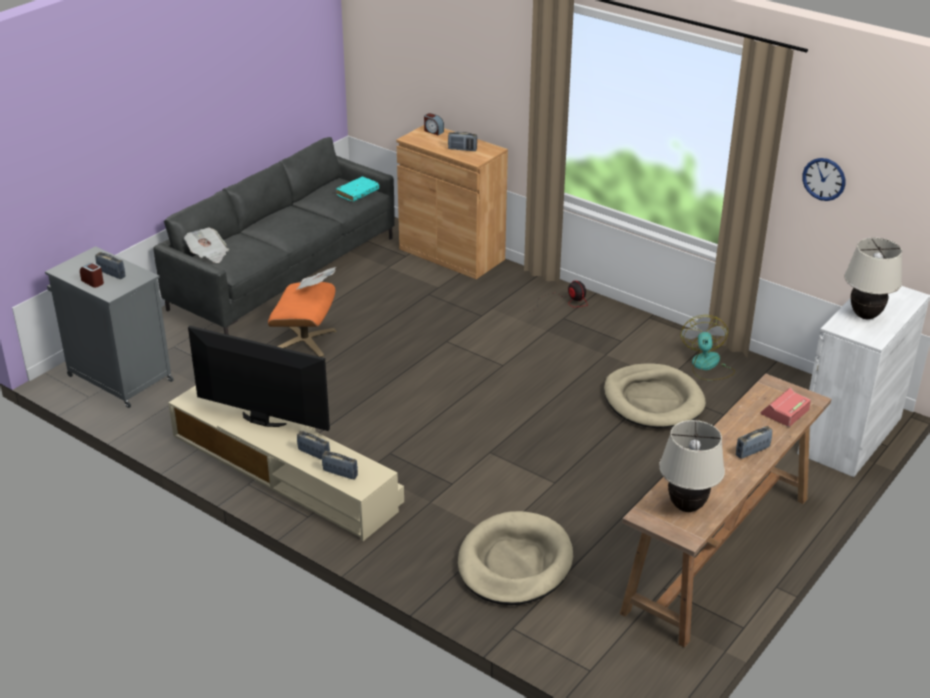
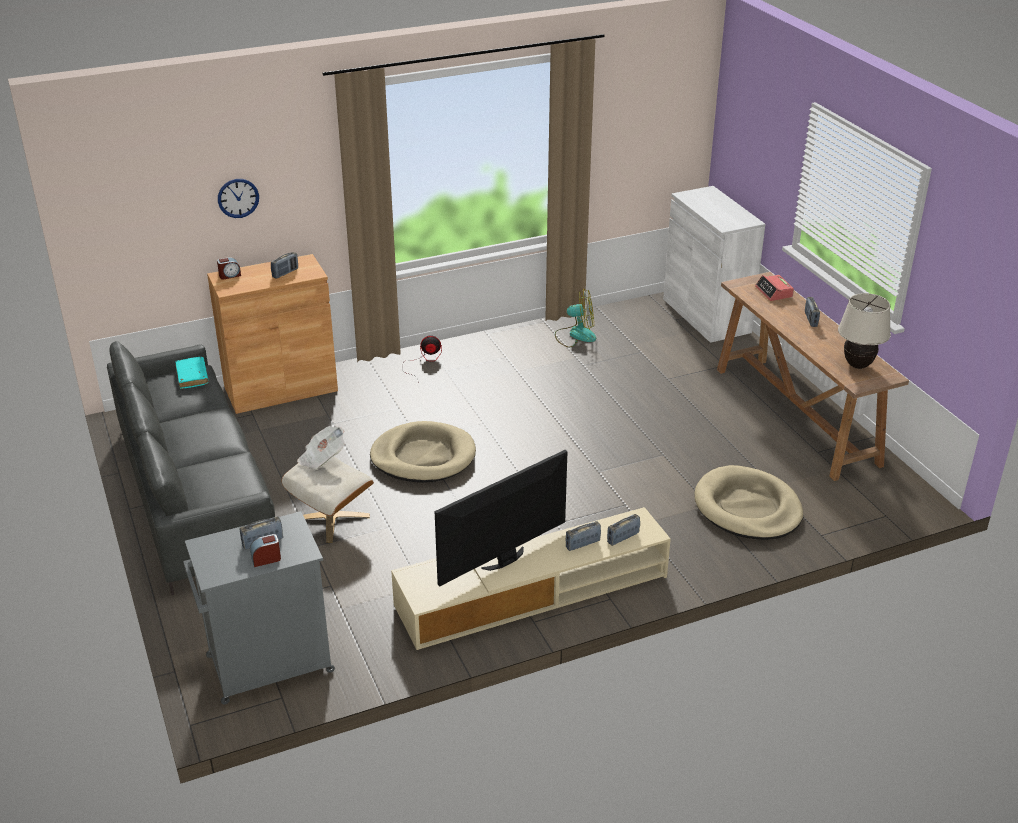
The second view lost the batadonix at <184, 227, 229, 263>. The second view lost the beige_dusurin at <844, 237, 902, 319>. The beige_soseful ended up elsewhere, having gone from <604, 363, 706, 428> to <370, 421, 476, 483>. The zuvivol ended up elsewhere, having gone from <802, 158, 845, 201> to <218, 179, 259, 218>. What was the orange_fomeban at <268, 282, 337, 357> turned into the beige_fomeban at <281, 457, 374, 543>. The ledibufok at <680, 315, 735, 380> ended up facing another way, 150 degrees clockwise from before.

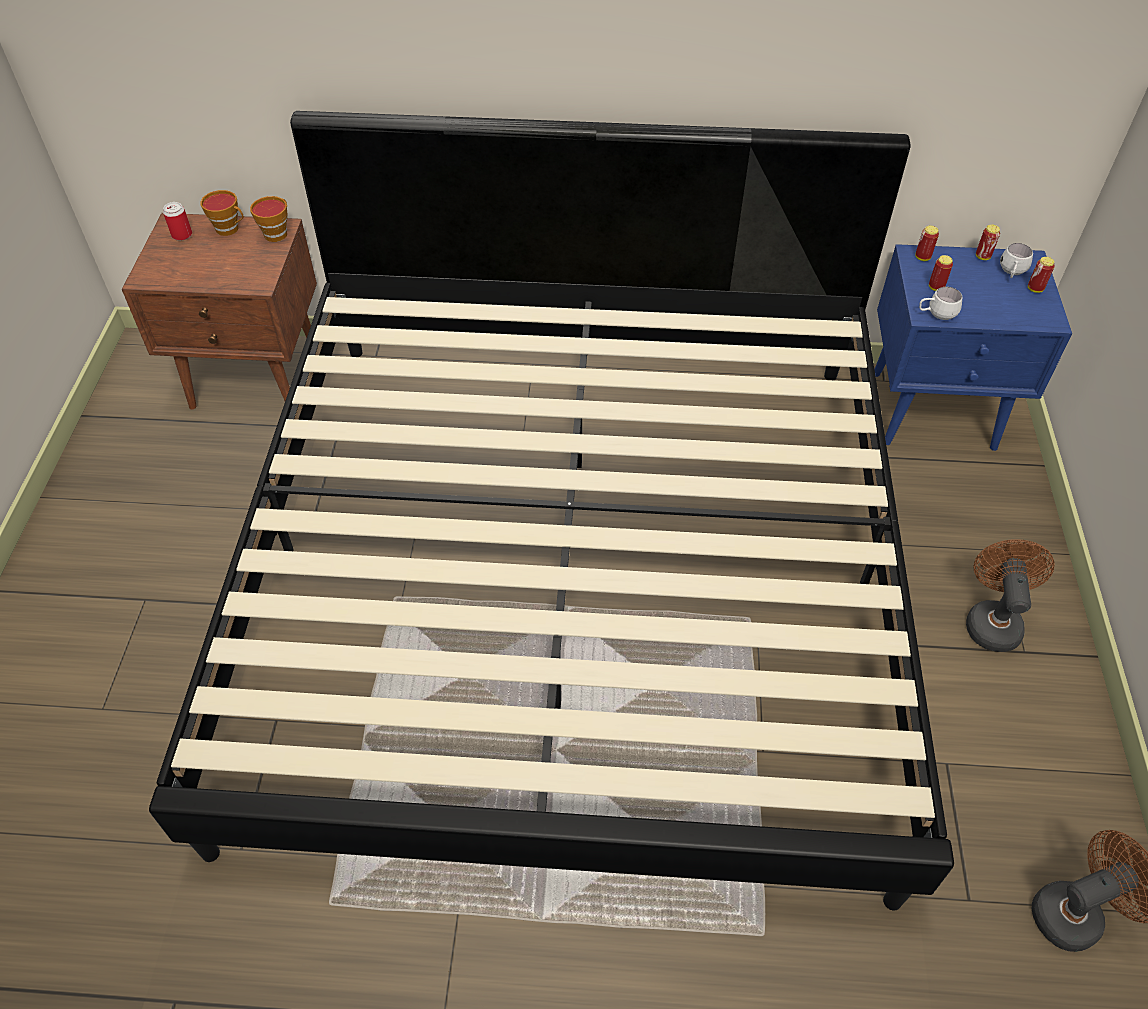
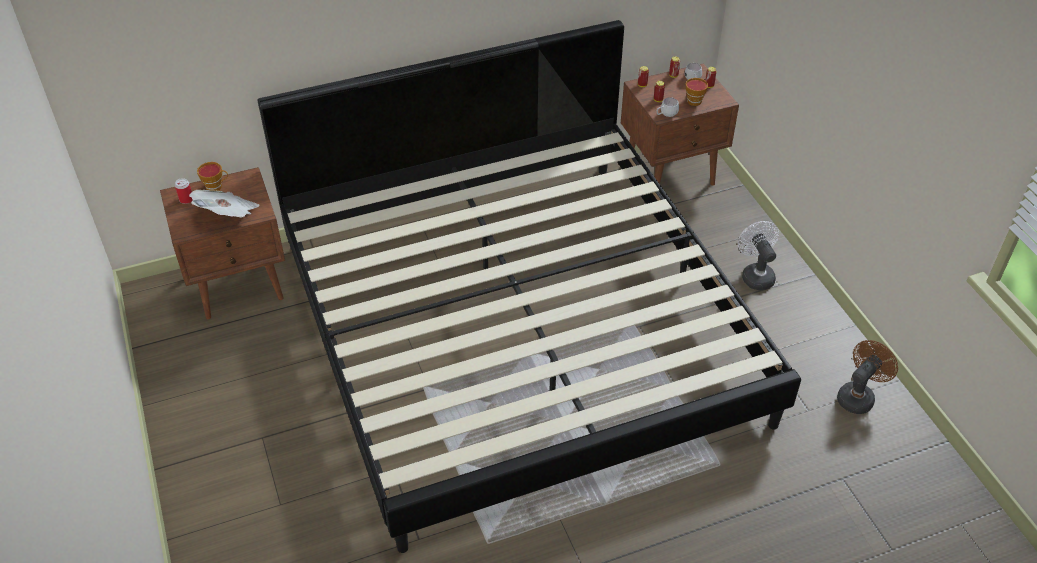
The second view gained the batadonix at <189, 190, 260, 218>. The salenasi ended up elsewhere, having gone from <250, 196, 287, 242> to <686, 78, 708, 106>. What was the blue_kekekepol at <875, 244, 1072, 451> turned into the brown_kekekepol at <621, 63, 739, 186>. What was the brown_ledibufok at <966, 539, 1055, 652> turned into the white_ledibufok at <738, 221, 779, 290>.

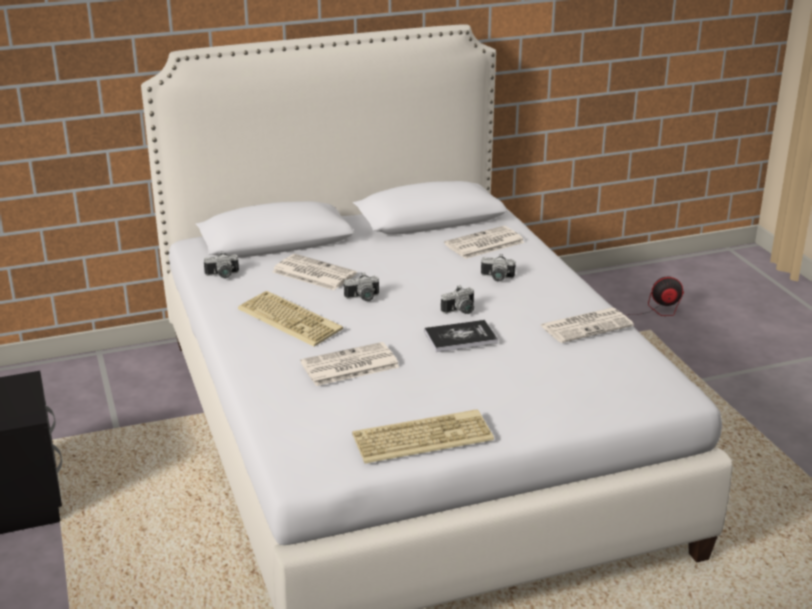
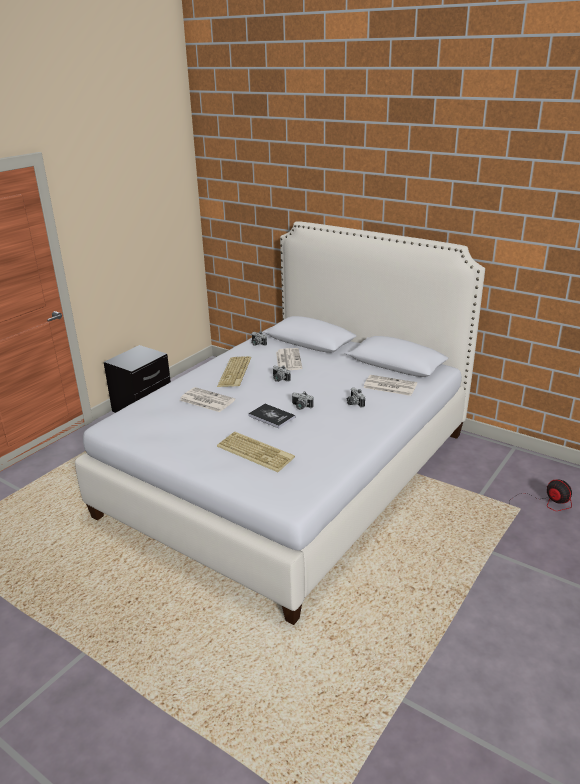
The second view lost the batadonix at <540, 308, 634, 343>. The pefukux ended up elsewhere, having gone from <352, 409, 494, 463> to <217, 432, 295, 472>.

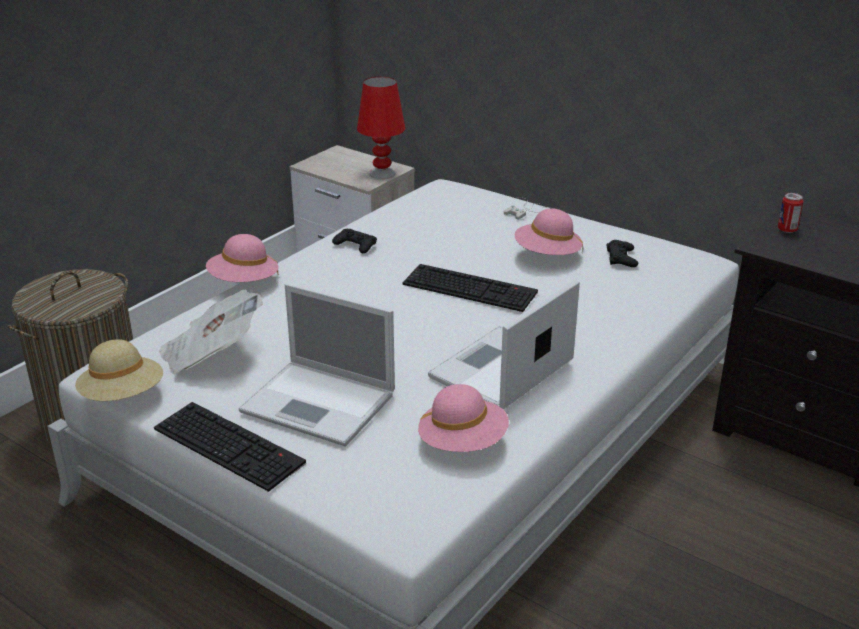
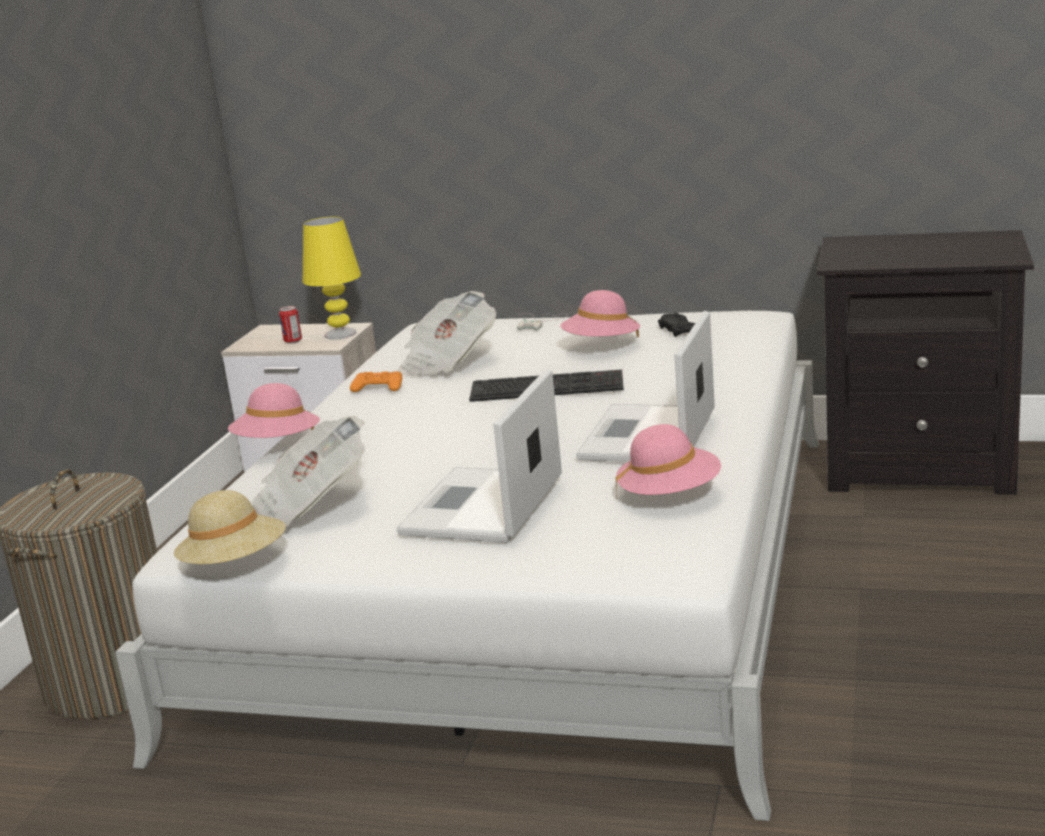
The second view lost the pefukux at <154, 402, 306, 492>. The second view gained the batadonix at <398, 291, 496, 376>. The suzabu ended up elsewhere, having gone from <778, 193, 804, 233> to <279, 306, 302, 343>. What was the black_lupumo at <332, 229, 377, 253> turned into the orange_lupumo at <350, 371, 402, 392>. What was the red_dusurin at <357, 77, 405, 179> turned into the yellow_dusurin at <303, 217, 361, 339>. The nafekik at <239, 283, 395, 446> ended up facing another way, 105 degrees clockwise from before.

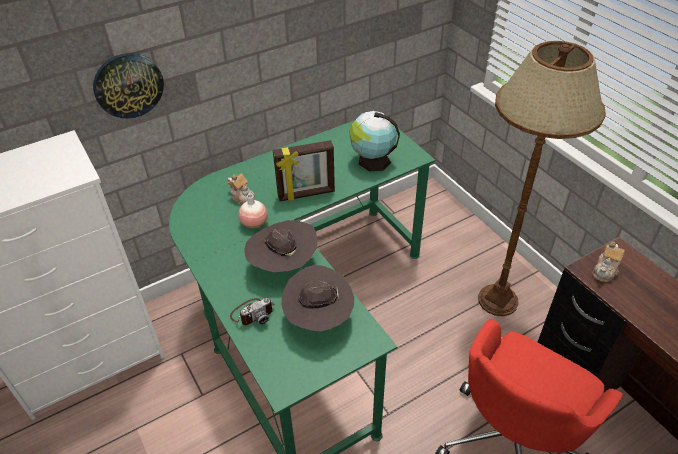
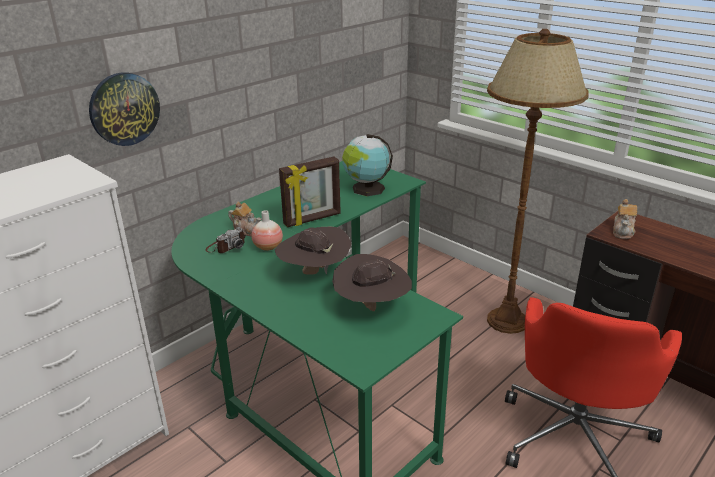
The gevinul ended up elsewhere, having gone from <230, 298, 275, 325> to <205, 227, 246, 253>.

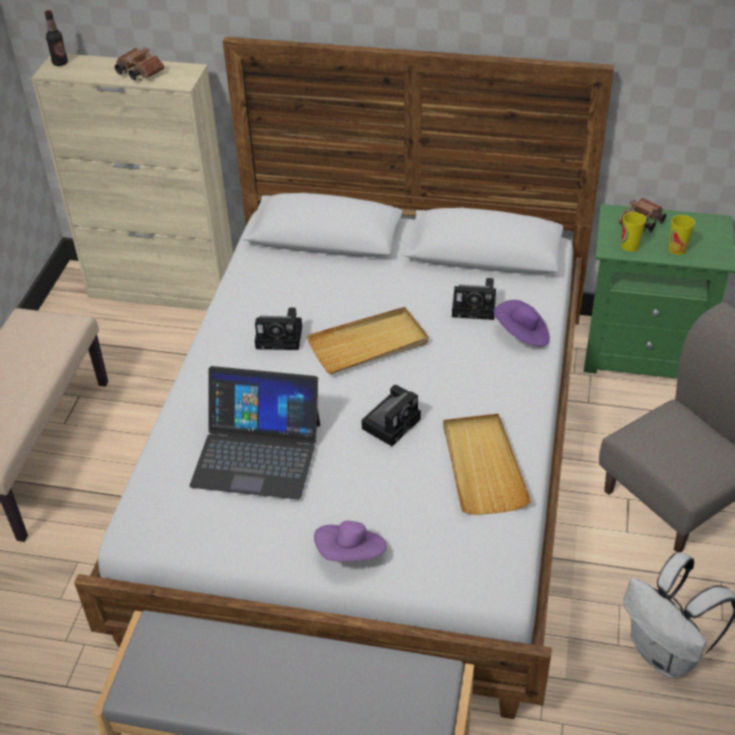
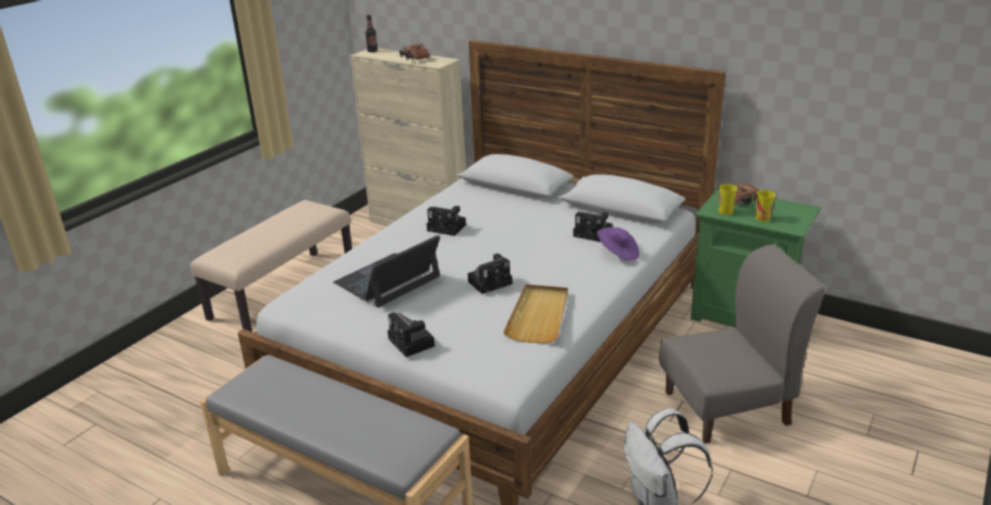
The second view lost the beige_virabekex at <307, 307, 429, 374>. Where the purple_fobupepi stood at <314, 521, 387, 562>, the gevinul came to stand at <387, 312, 435, 357>. The nafekik at <189, 366, 320, 500> ended up facing another way, 105 degrees clockwise from before.

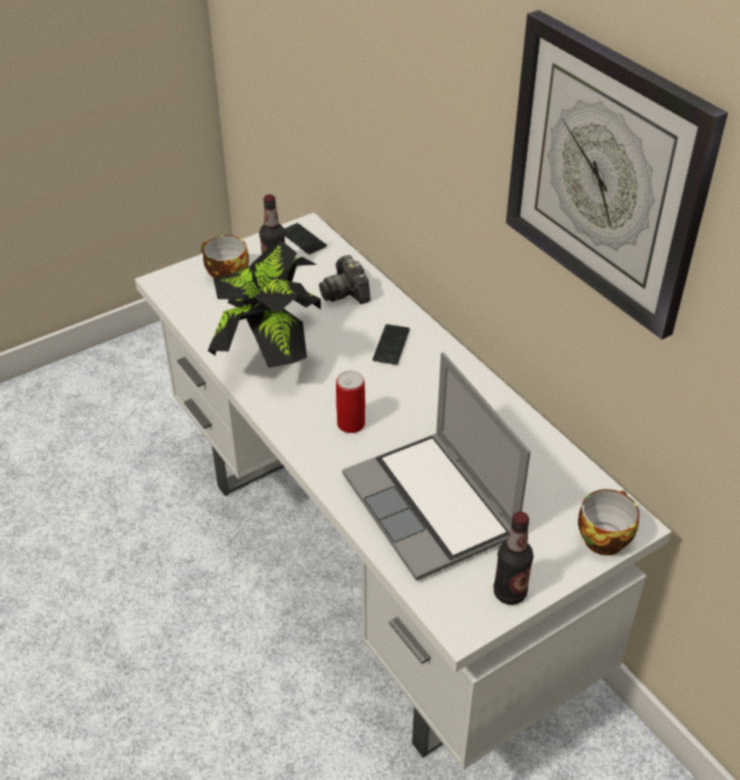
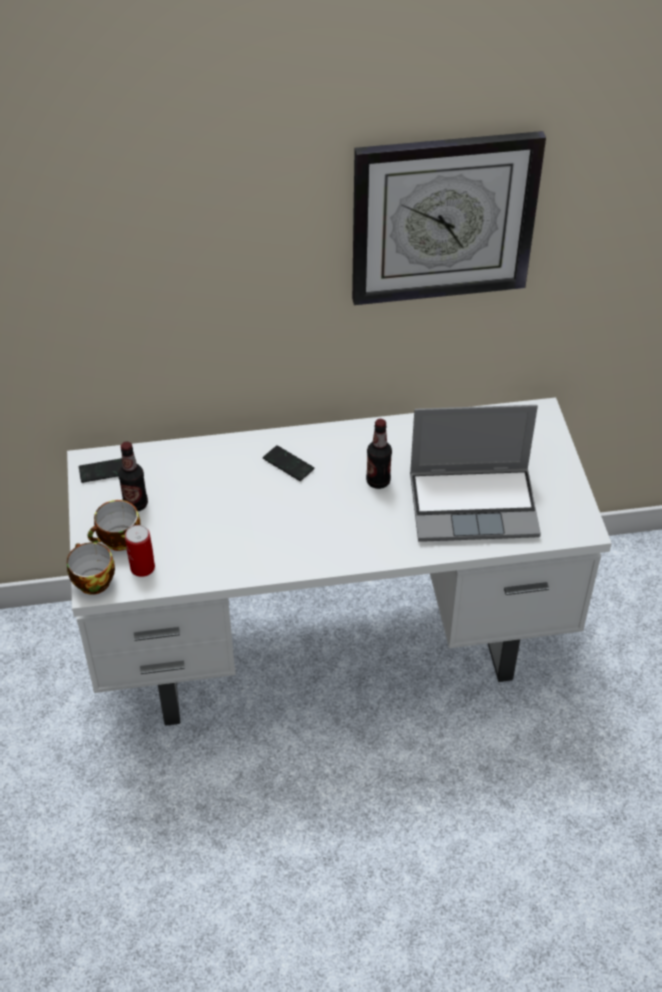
The second view lost the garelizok at <208, 240, 321, 368>. The second view lost the gevinul at <319, 255, 371, 304>. The suzabu ended up elsewhere, having gone from <336, 371, 365, 433> to <125, 525, 155, 577>. The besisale ended up elsewhere, having gone from <493, 512, 534, 605> to <366, 419, 392, 489>. The salenasi ended up elsewhere, having gone from <578, 489, 639, 555> to <67, 542, 115, 595>.

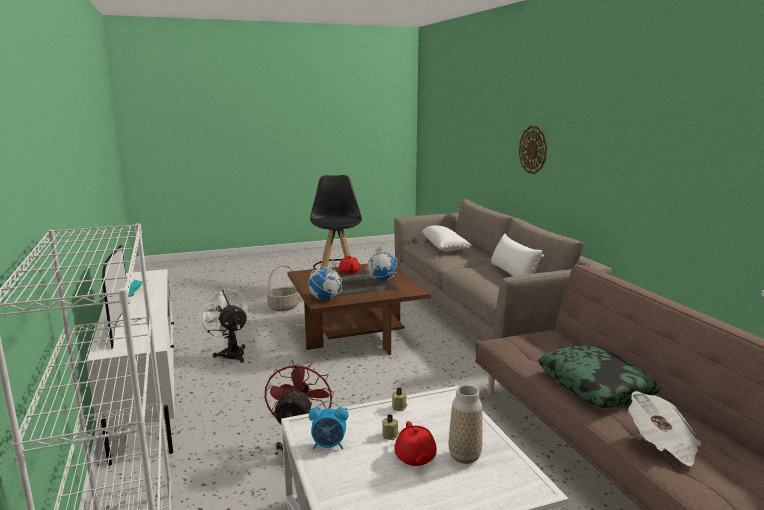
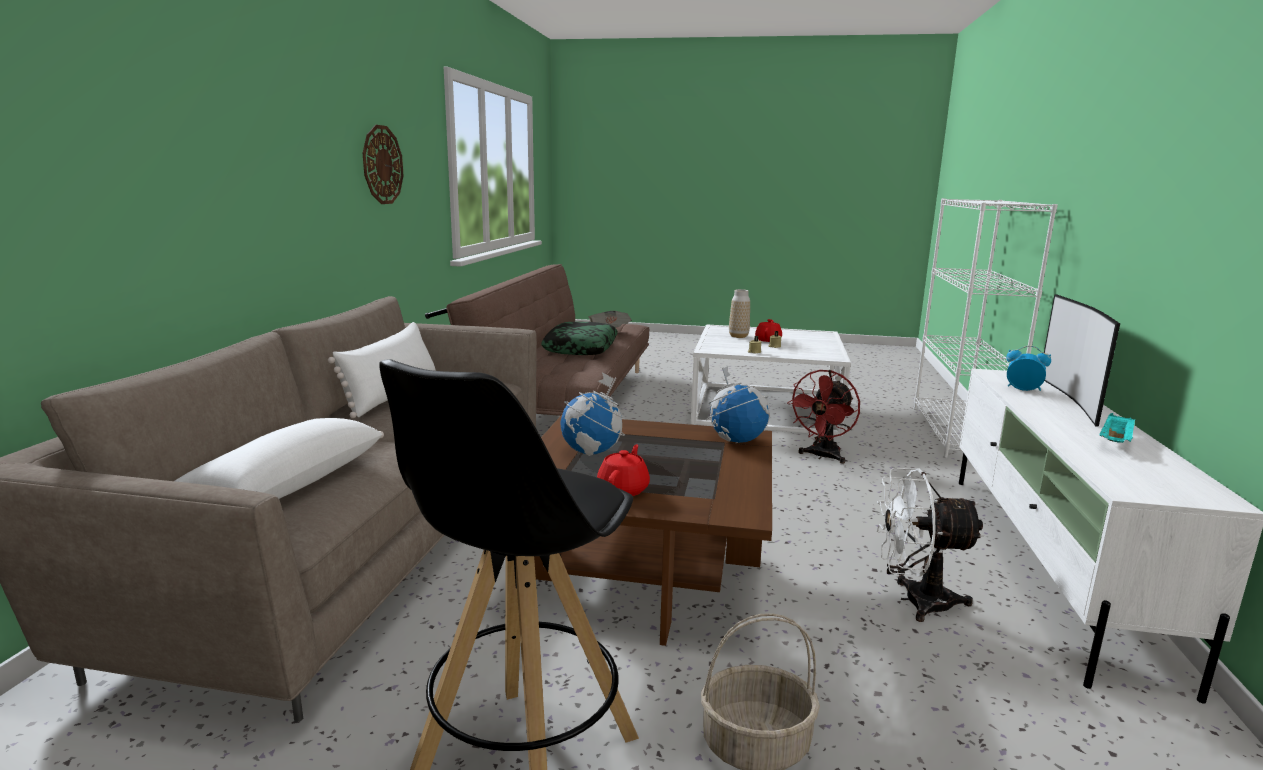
The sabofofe ended up elsewhere, having gone from <309, 401, 349, 449> to <1006, 345, 1051, 391>. The zuvivol ended up elsewhere, having gone from <519, 126, 547, 174> to <363, 125, 404, 204>. The white_ledibufok at <197, 287, 248, 363> ended up facing another way, 105 degrees clockwise from before.

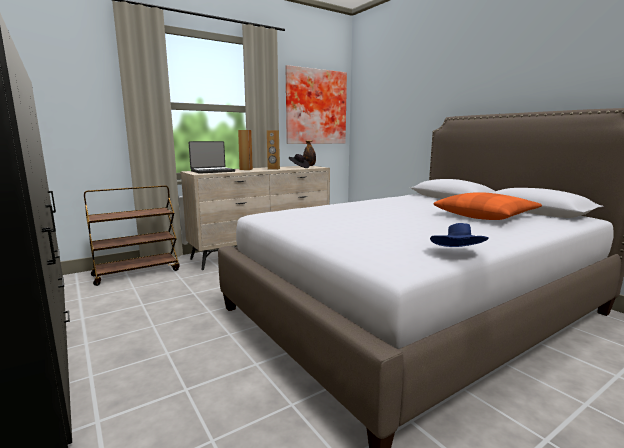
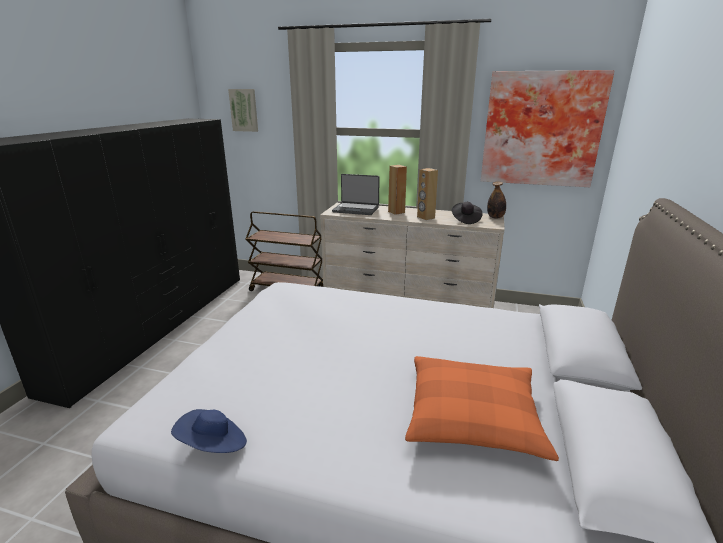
The second view gained the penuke at <228, 89, 258, 132>.

